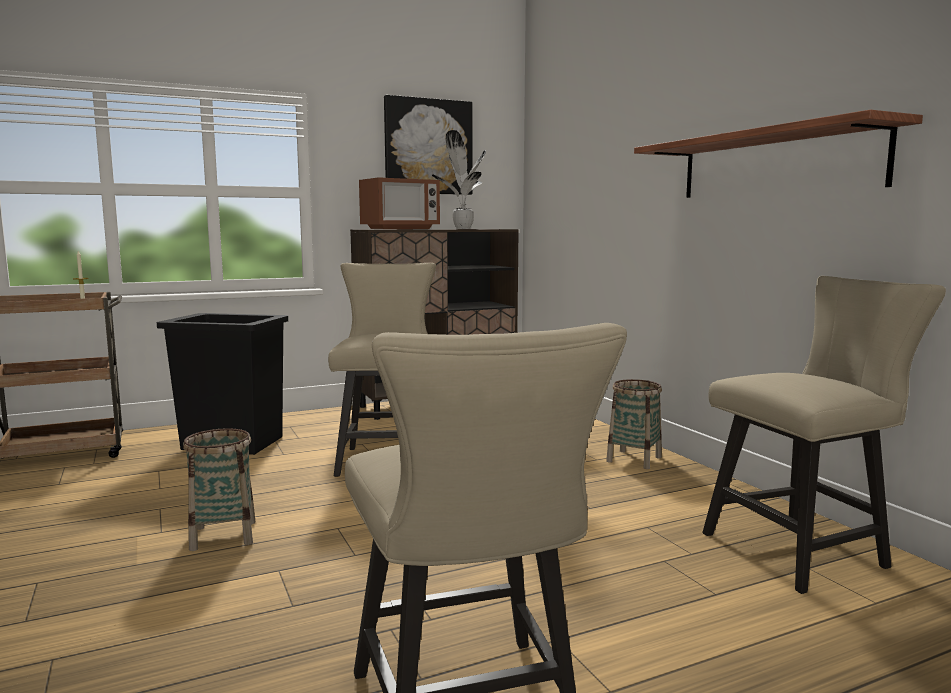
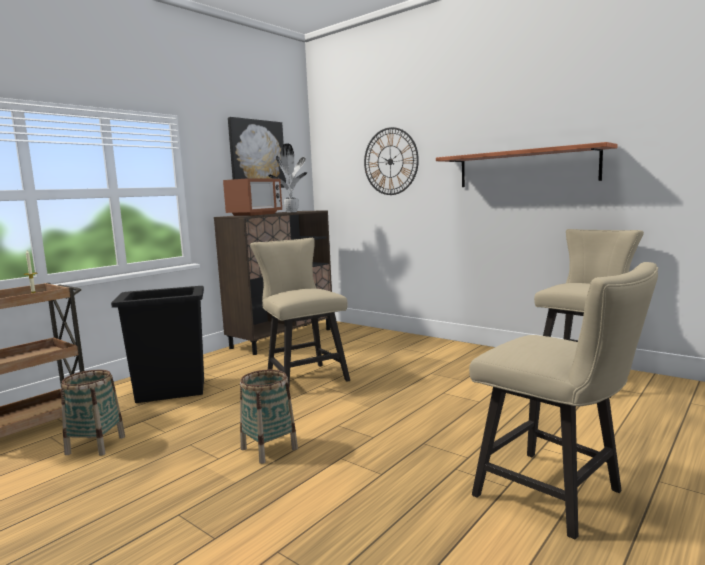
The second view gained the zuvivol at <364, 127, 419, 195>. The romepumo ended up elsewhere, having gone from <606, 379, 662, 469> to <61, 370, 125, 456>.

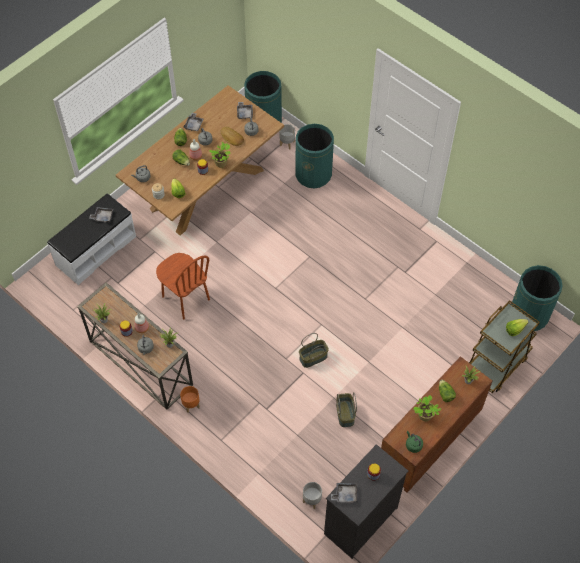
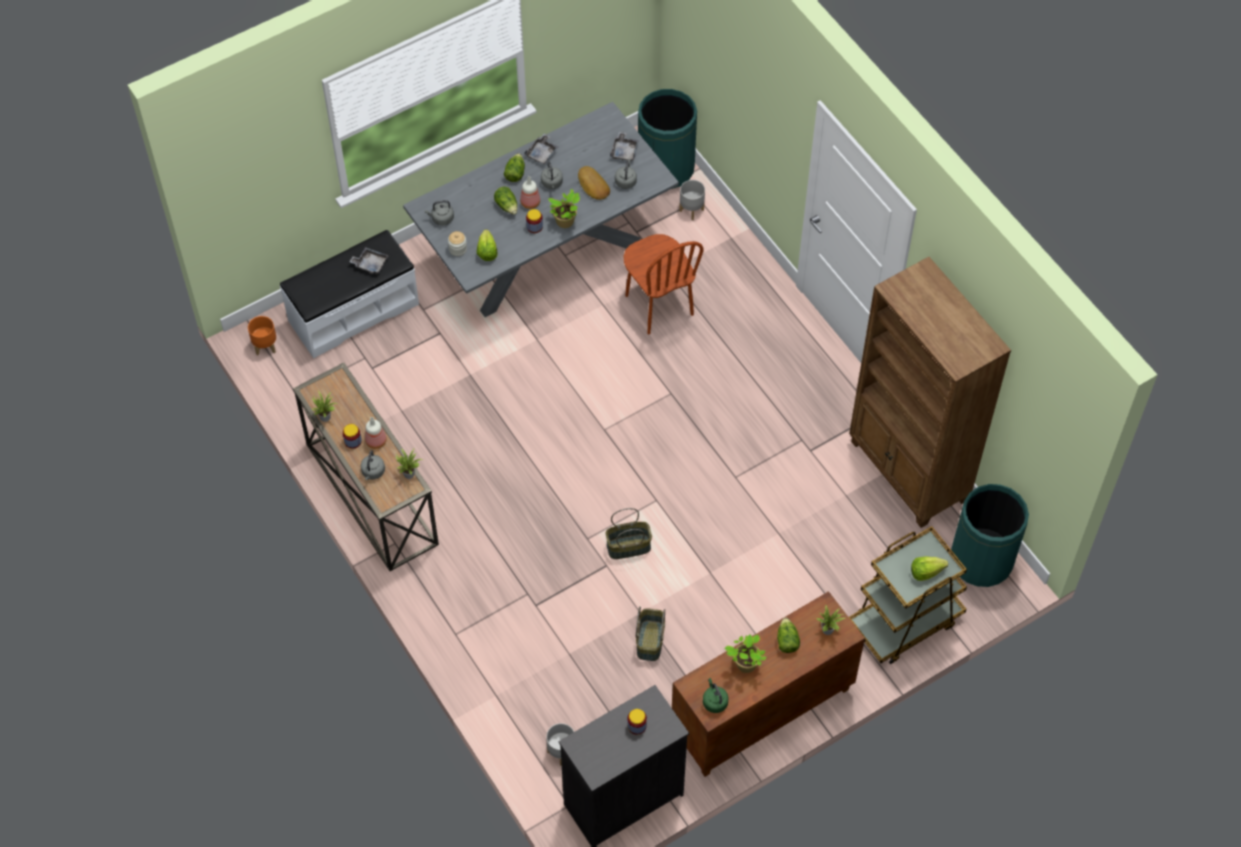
The second view lost the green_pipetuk at <295, 124, 334, 188>. The second view lost the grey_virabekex at <331, 483, 358, 503>. The second view gained the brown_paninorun at <849, 257, 1011, 528>. The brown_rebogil ended up elsewhere, having gone from <156, 253, 210, 320> to <624, 234, 703, 334>. The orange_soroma ended up elsewhere, having gone from <180, 386, 200, 412> to <248, 316, 276, 355>. What was the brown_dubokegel at <116, 85, 284, 235> turned into the grey_dubokegel at <403, 102, 679, 317>.

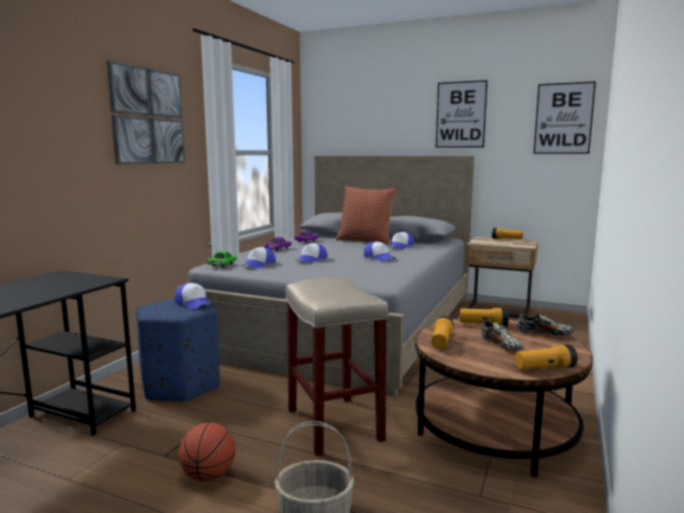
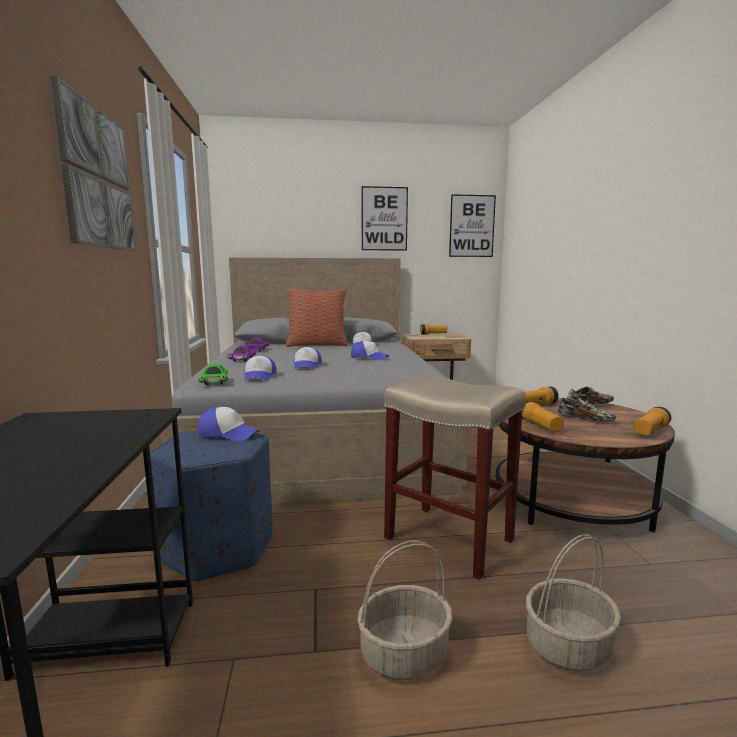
Where the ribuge stood at <179, 423, 235, 481>, the romepumo came to stand at <357, 541, 453, 680>.

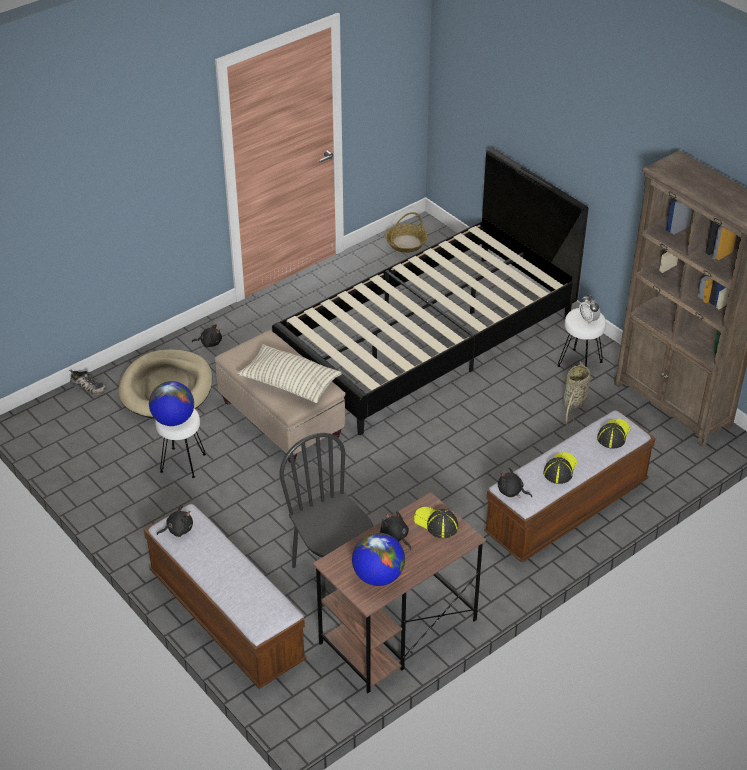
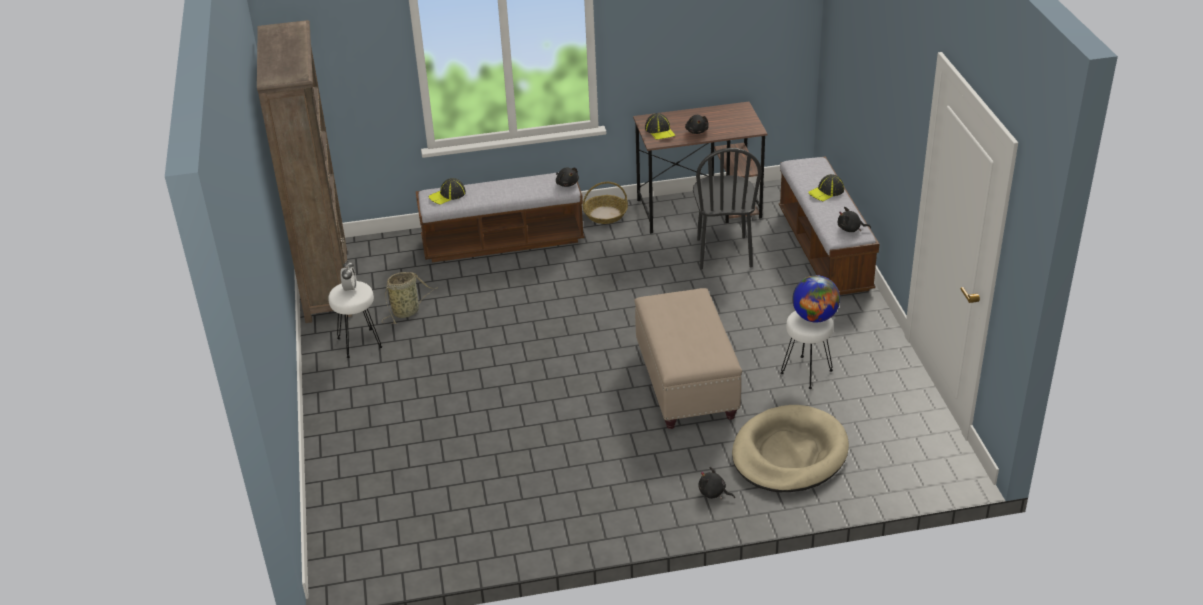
The second view lost the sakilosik at <69, 369, 107, 395>. The second view lost the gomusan at <237, 344, 342, 403>. The second view lost the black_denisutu at <272, 148, 589, 435>. The second view lost the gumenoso at <352, 533, 405, 586>. The romepumo ended up elsewhere, having gone from <385, 212, 427, 253> to <582, 182, 628, 224>. The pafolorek ended up elsewhere, having gone from <543, 452, 577, 484> to <808, 174, 844, 201>.

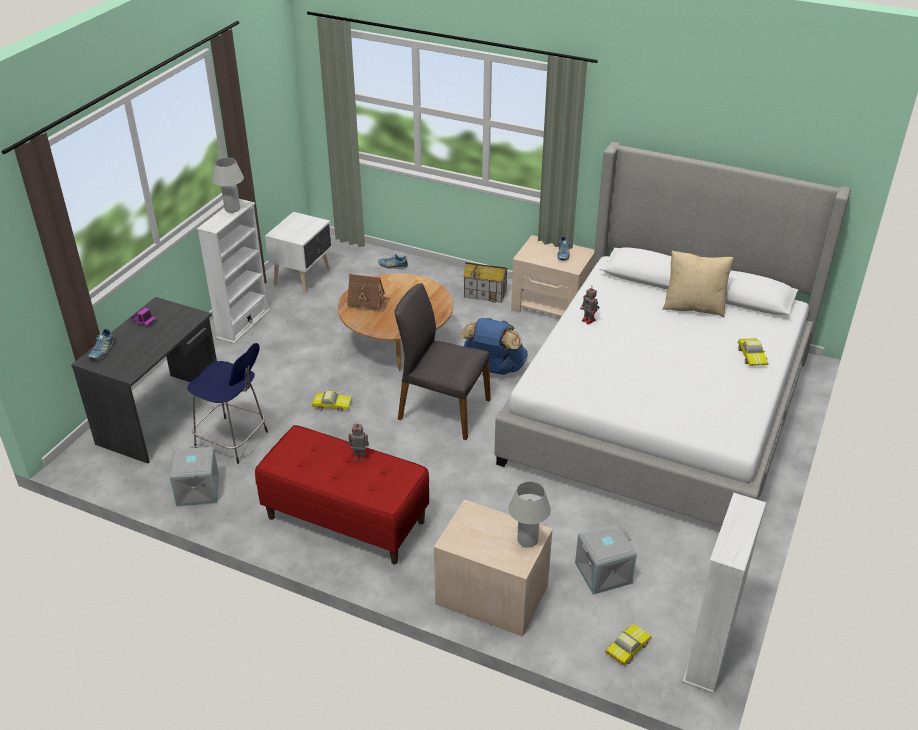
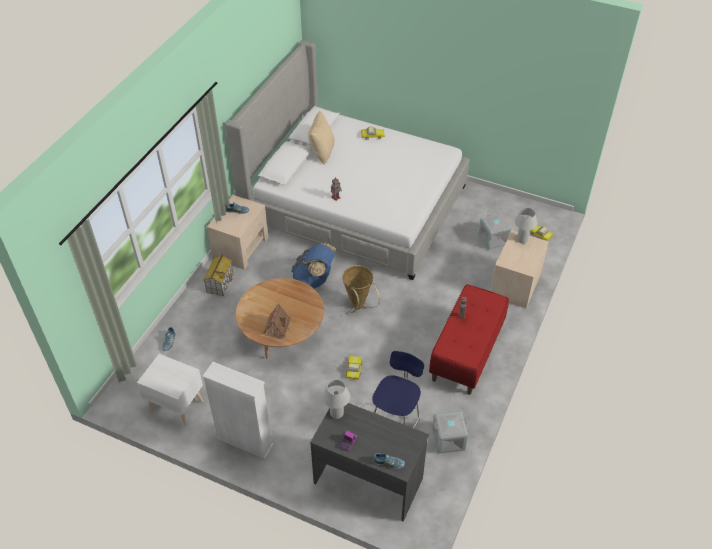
The second view lost the white_paninorun at <682, 493, 766, 694>. The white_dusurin ended up elsewhere, having gone from <212, 157, 244, 213> to <323, 380, 350, 419>. Where the grey_rebogil stood at <395, 283, 491, 440>, the romepumo came to stand at <342, 265, 380, 313>.

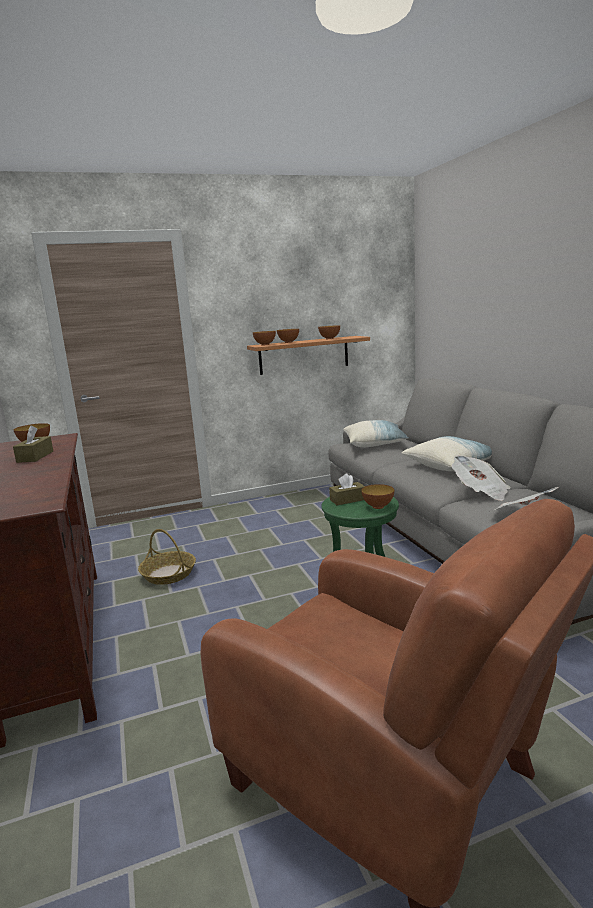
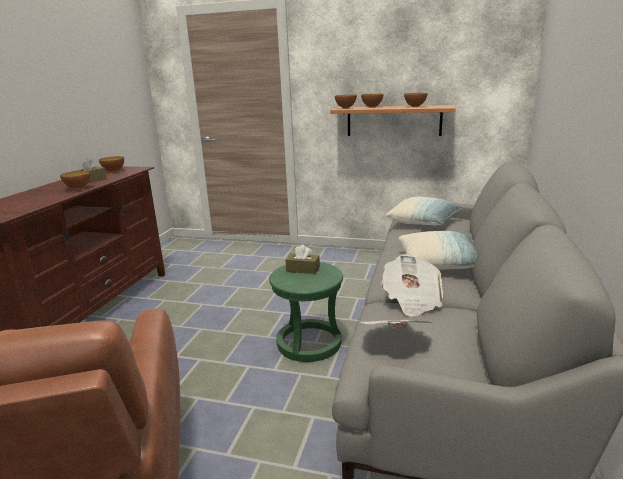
The second view lost the romepumo at <138, 529, 196, 585>. The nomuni ended up elsewhere, having gone from <361, 484, 394, 509> to <60, 171, 91, 190>.

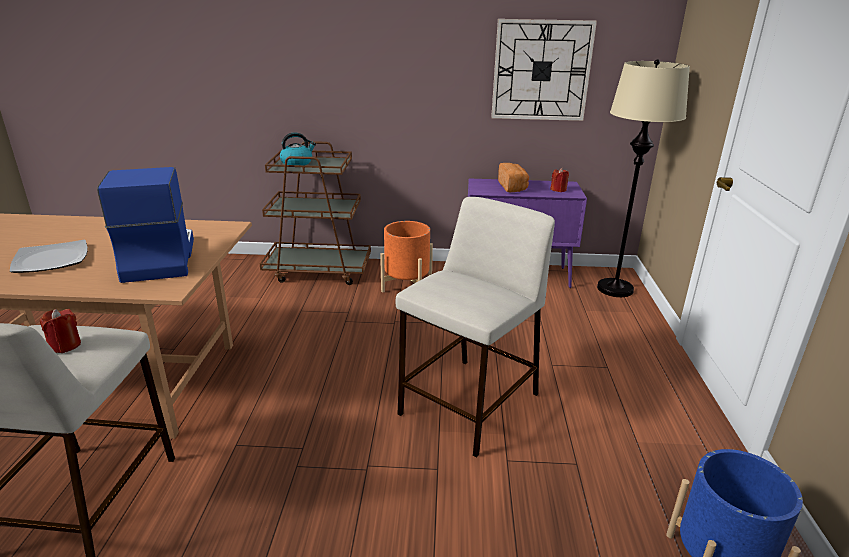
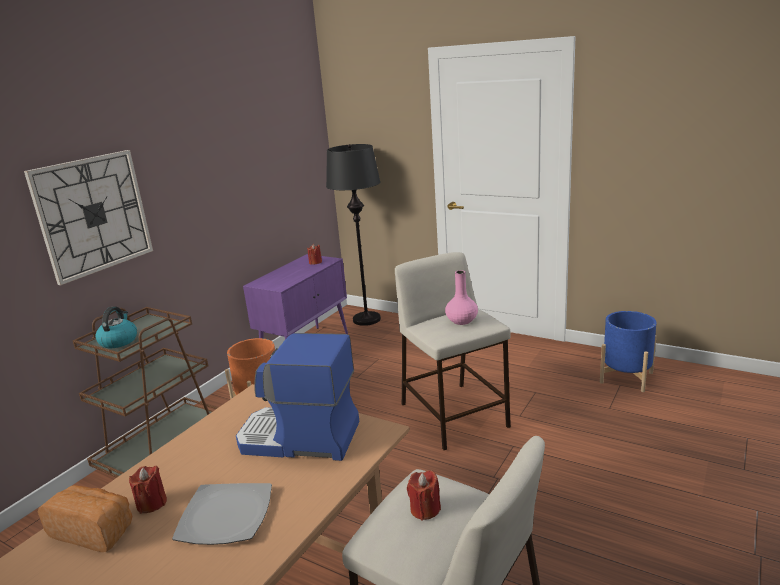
The second view gained the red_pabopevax at <129, 465, 167, 514>. The second view gained the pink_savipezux at <445, 270, 478, 325>. The zuvivol ended up elsewhere, having gone from <491, 19, 597, 121> to <24, 150, 153, 285>. The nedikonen ended up elsewhere, having gone from <498, 163, 529, 193> to <38, 485, 132, 552>. What was the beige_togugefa at <597, 59, 690, 297> turned into the black_togugefa at <326, 144, 381, 326>.

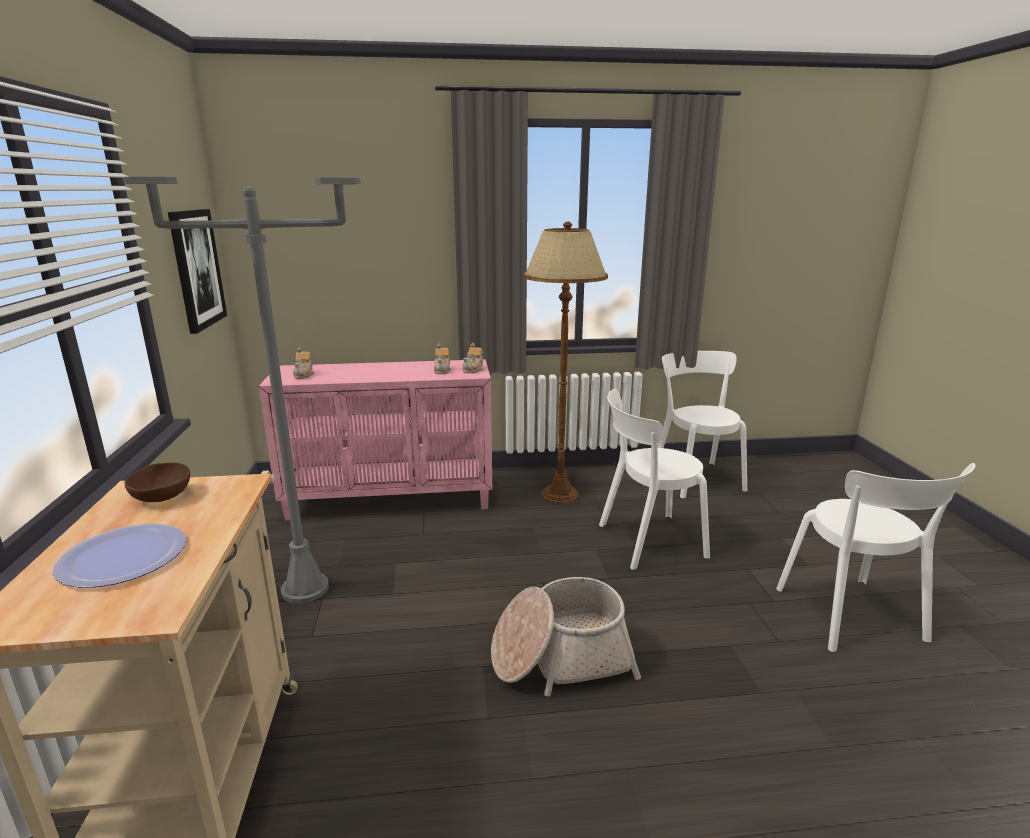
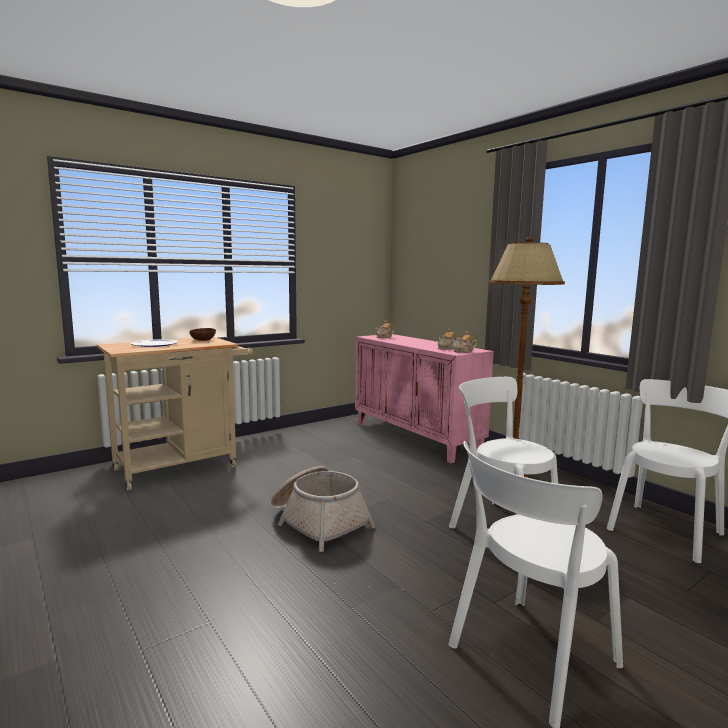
The second view lost the grey_togugefa at <123, 177, 361, 604>. The second view lost the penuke at <168, 209, 227, 334>.

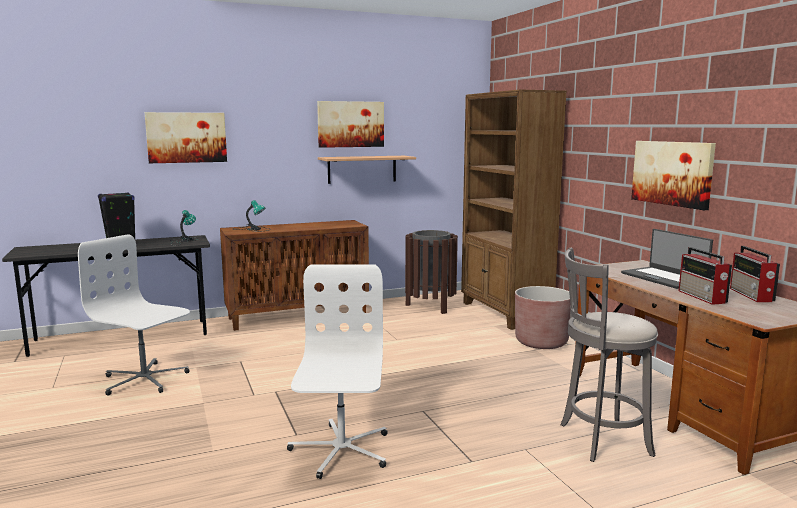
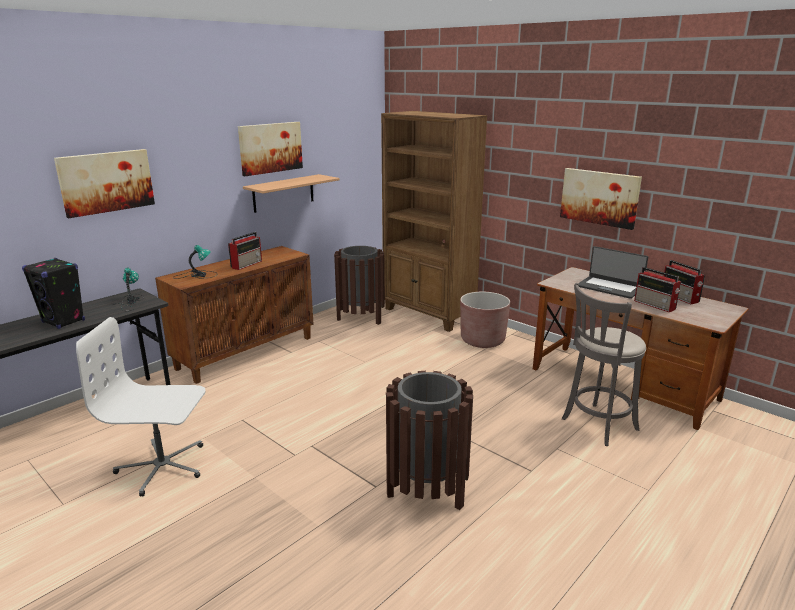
The second view gained the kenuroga at <228, 232, 262, 270>. Where the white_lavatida stood at <287, 264, 387, 479>, the brown_pipetuk came to stand at <386, 371, 473, 510>.

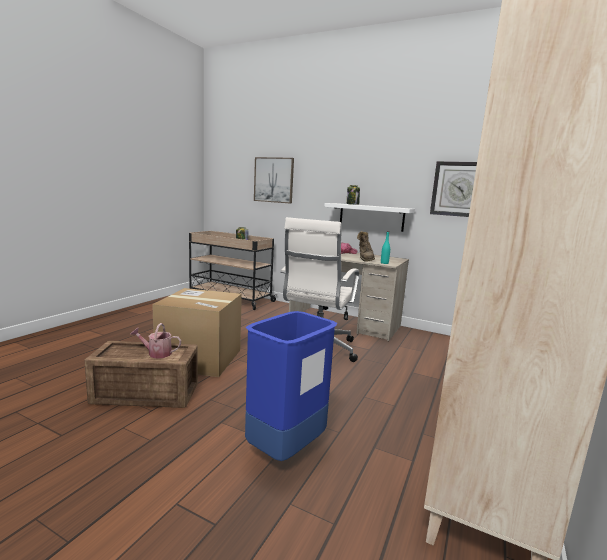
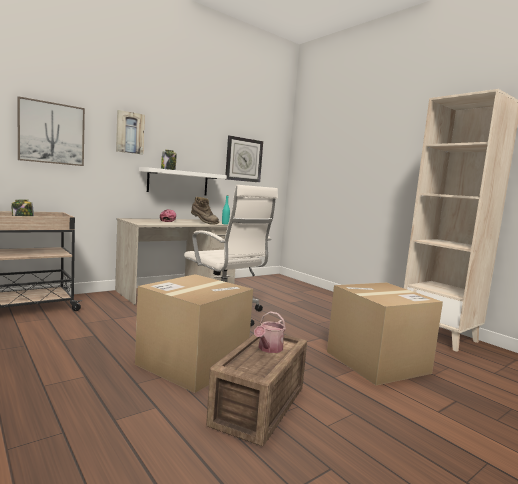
The second view gained the penuke at <116, 110, 145, 154>. Where the blue_pipetuk stood at <245, 311, 337, 461>, the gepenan came to stand at <327, 283, 443, 385>.

